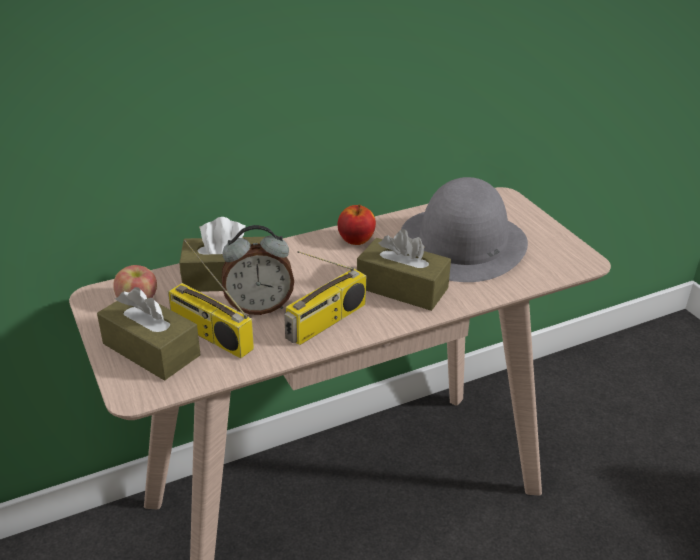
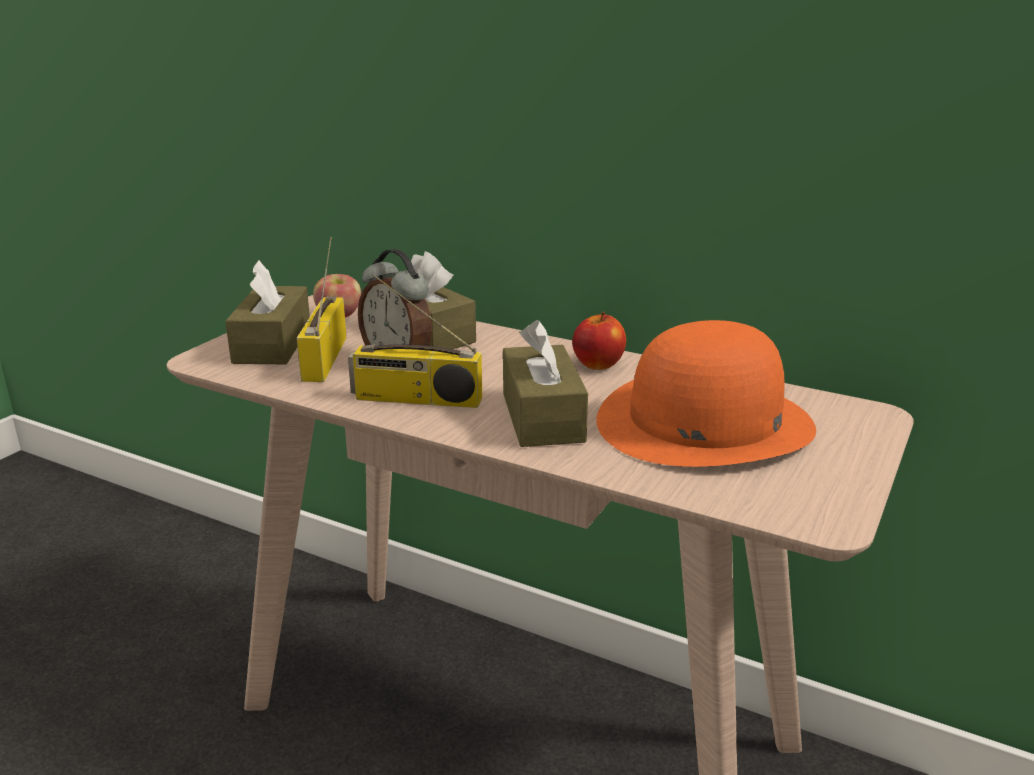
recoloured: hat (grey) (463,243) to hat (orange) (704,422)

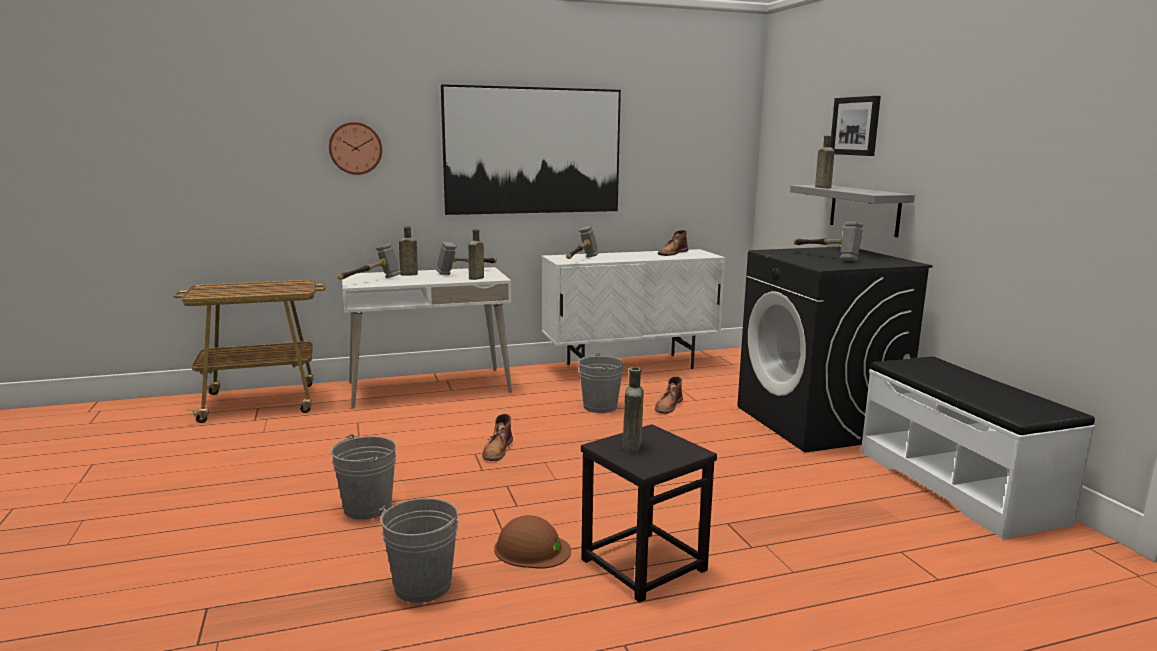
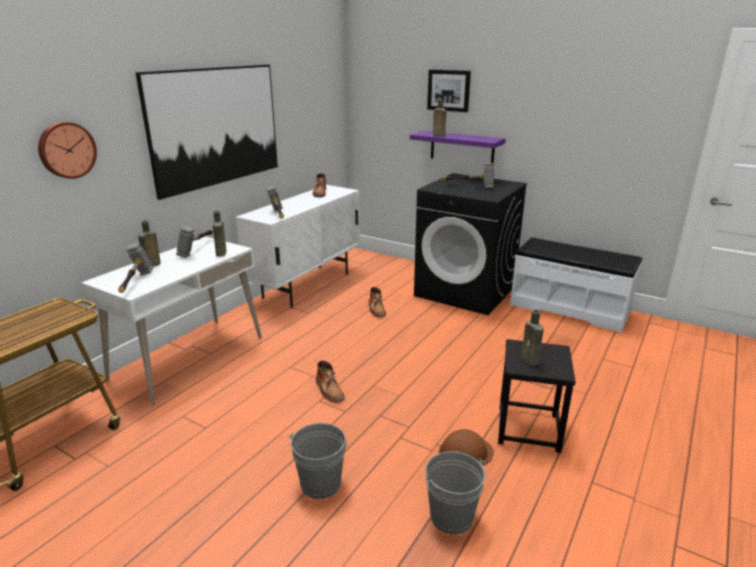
removed: bucket (grey) (600,406)
recoloured: shelf (grey) (864,210) to shelf (purple) (462,148)

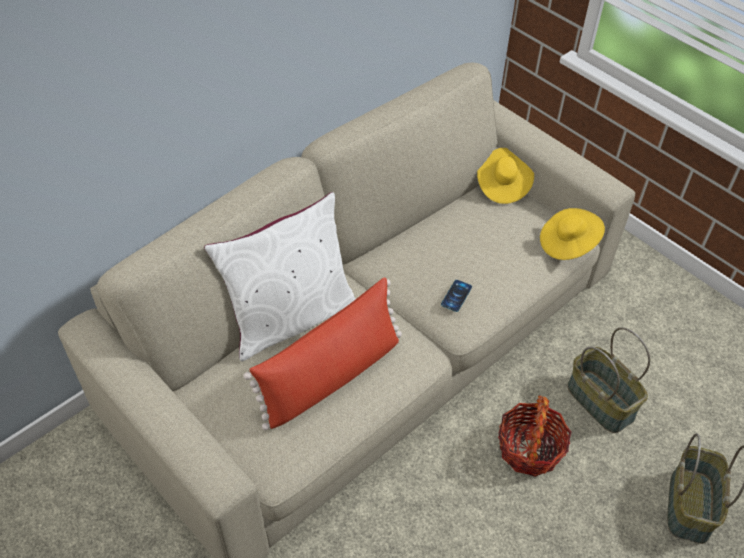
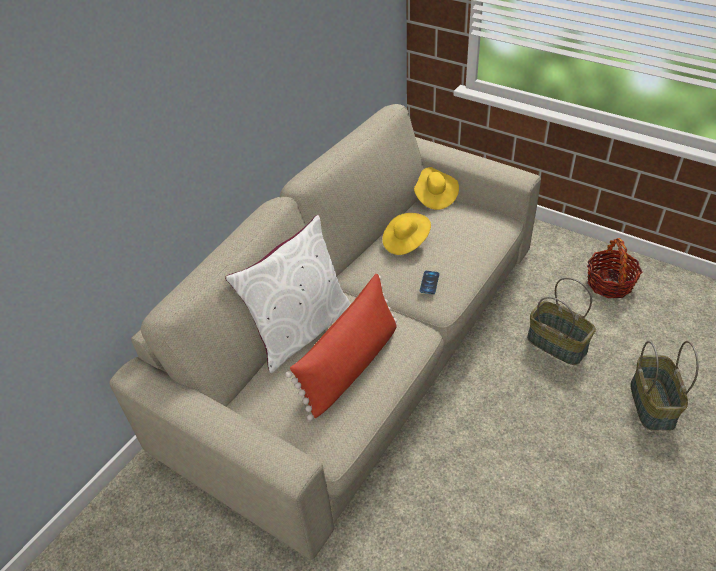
moved: basket (529,449) to (609,283); hat (yellow) (568,244) to (405,242)

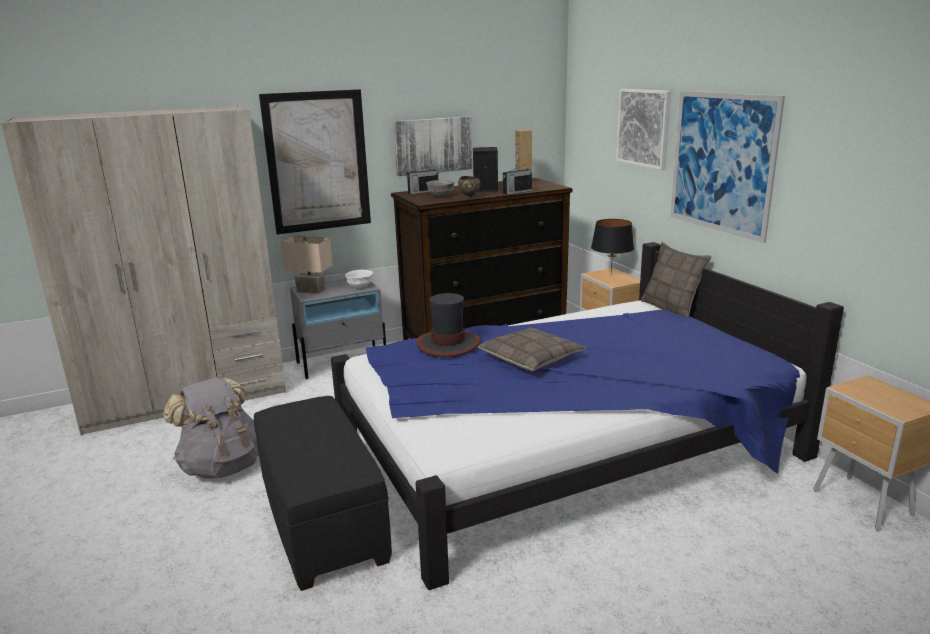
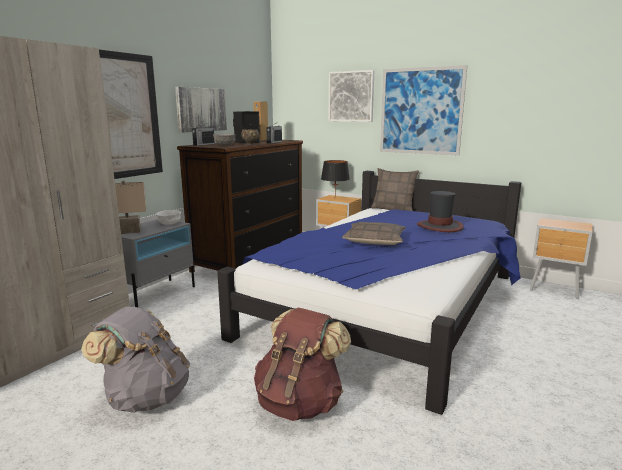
moved: hat (448,344) to (440,226)
replaced: ottoman (black) (323,521) to backpack (brown) (300,403)

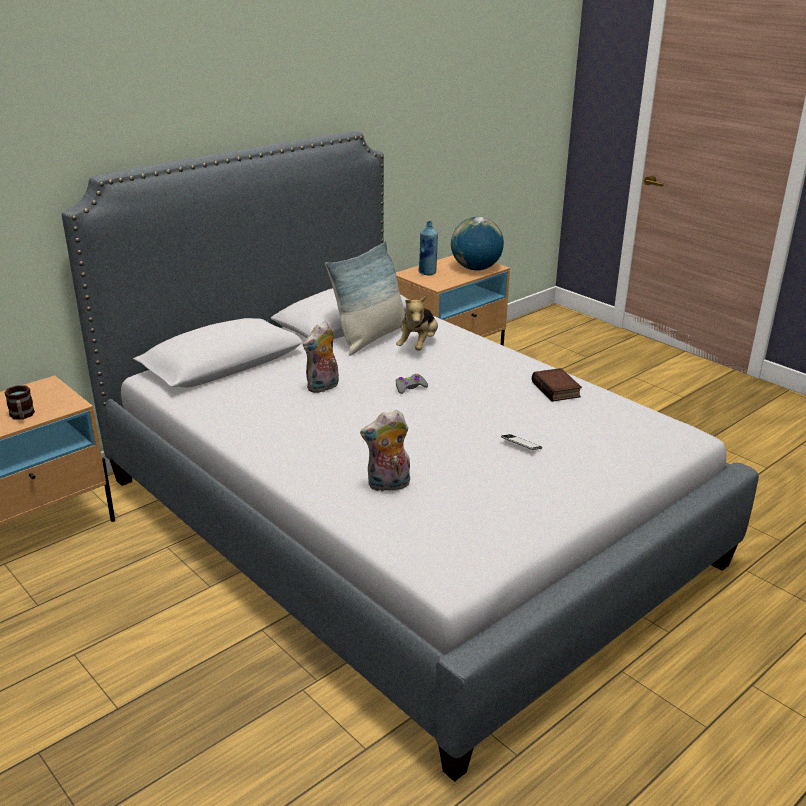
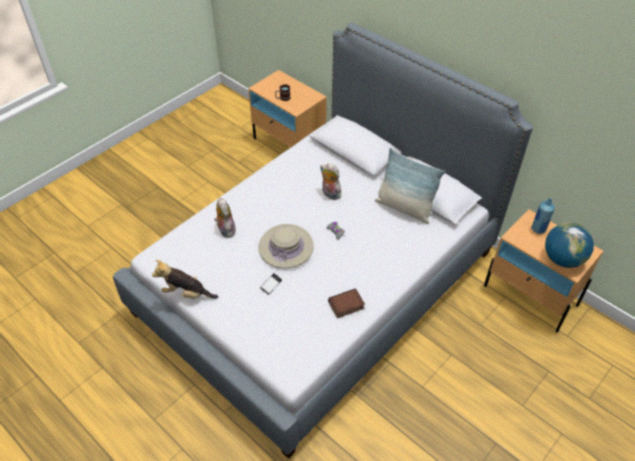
added: hat (beige) (286,247)
moved: plush toy (418,345) to (186,293)

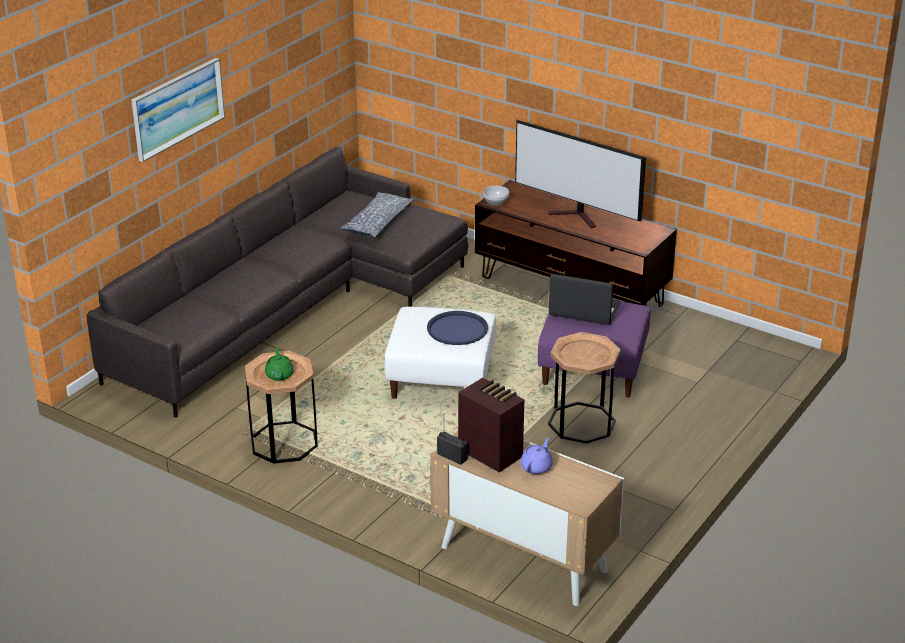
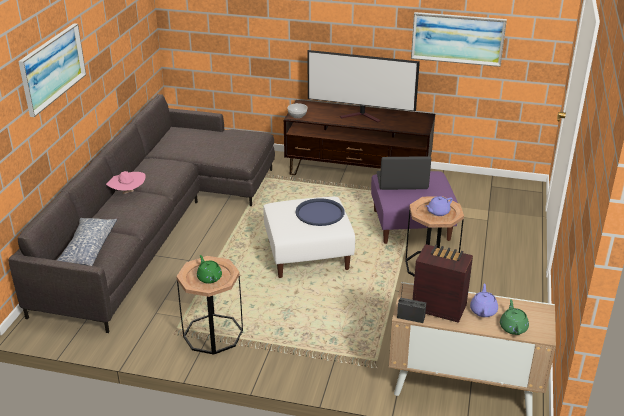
added: hat (pink) (127,193); picture (457,38); teapot (purple) (438,212); teapot (green) (513,327)
moved: pillow (377,222) to (87,249)

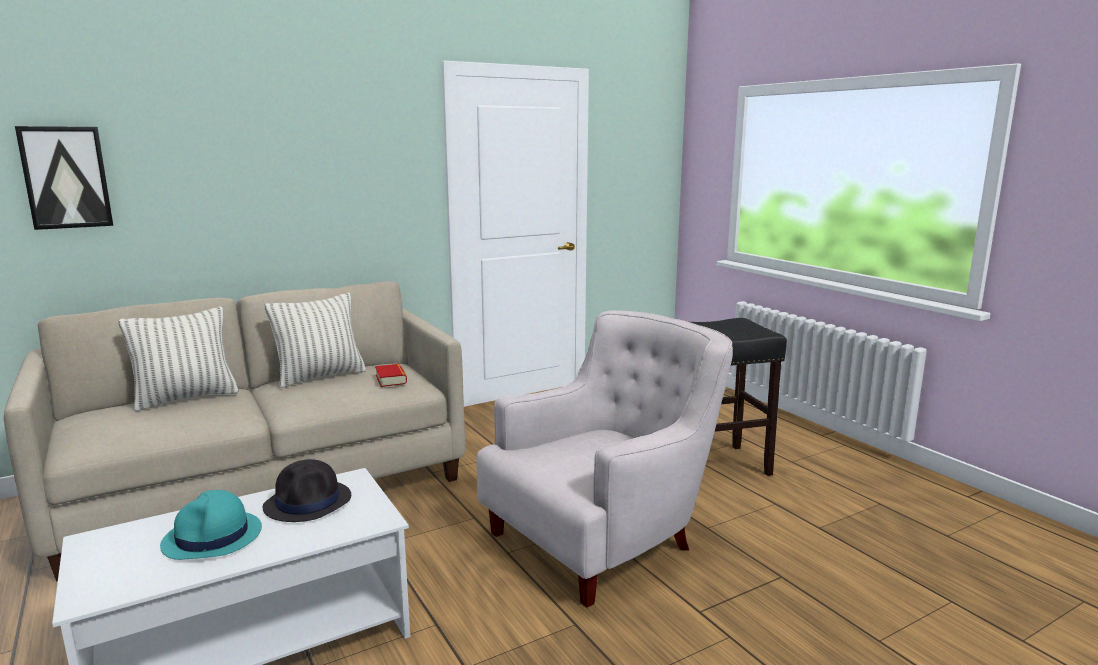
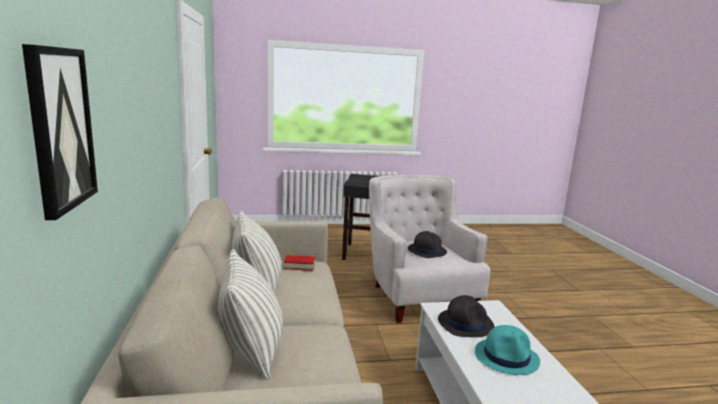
added: hat (black) (426,250)

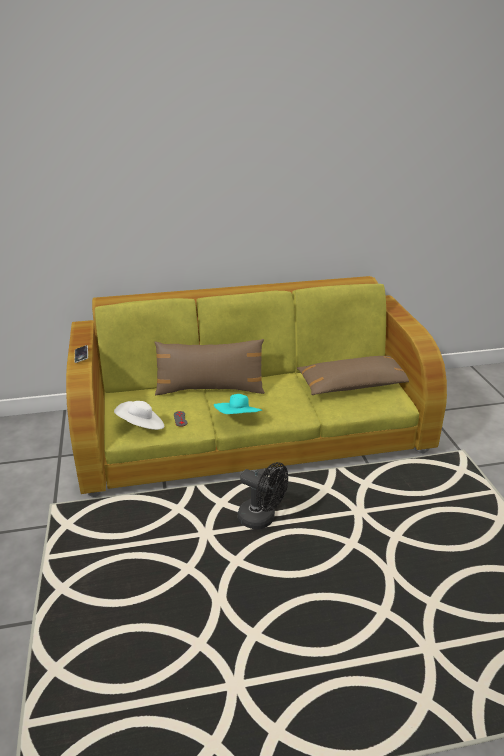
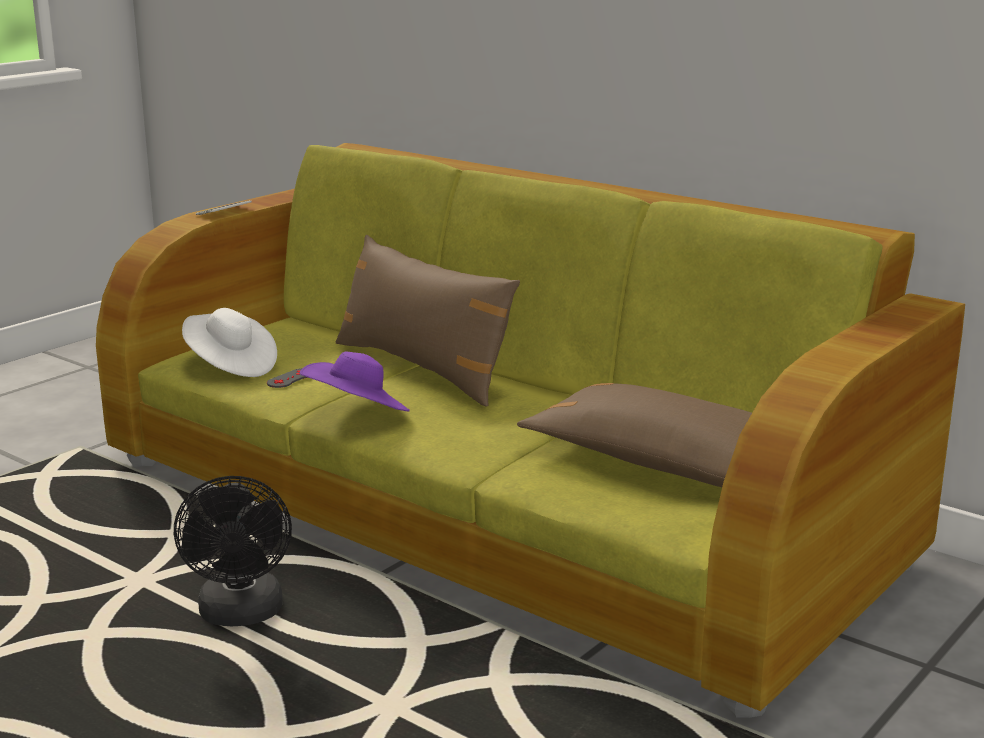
recoloured: hat (turquoise) (238,419) to hat (purple) (357,413)

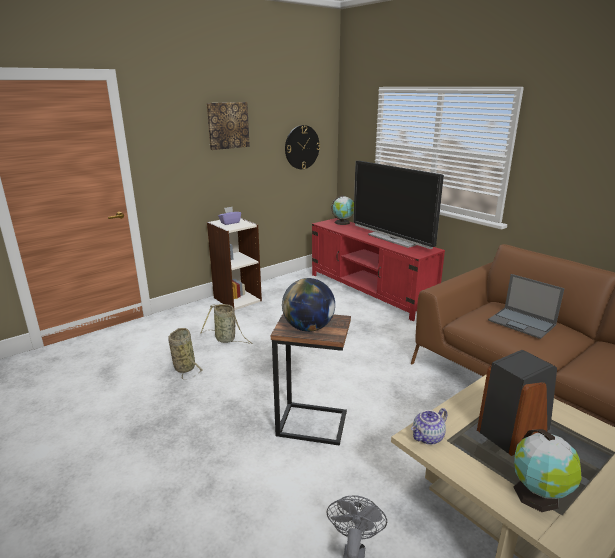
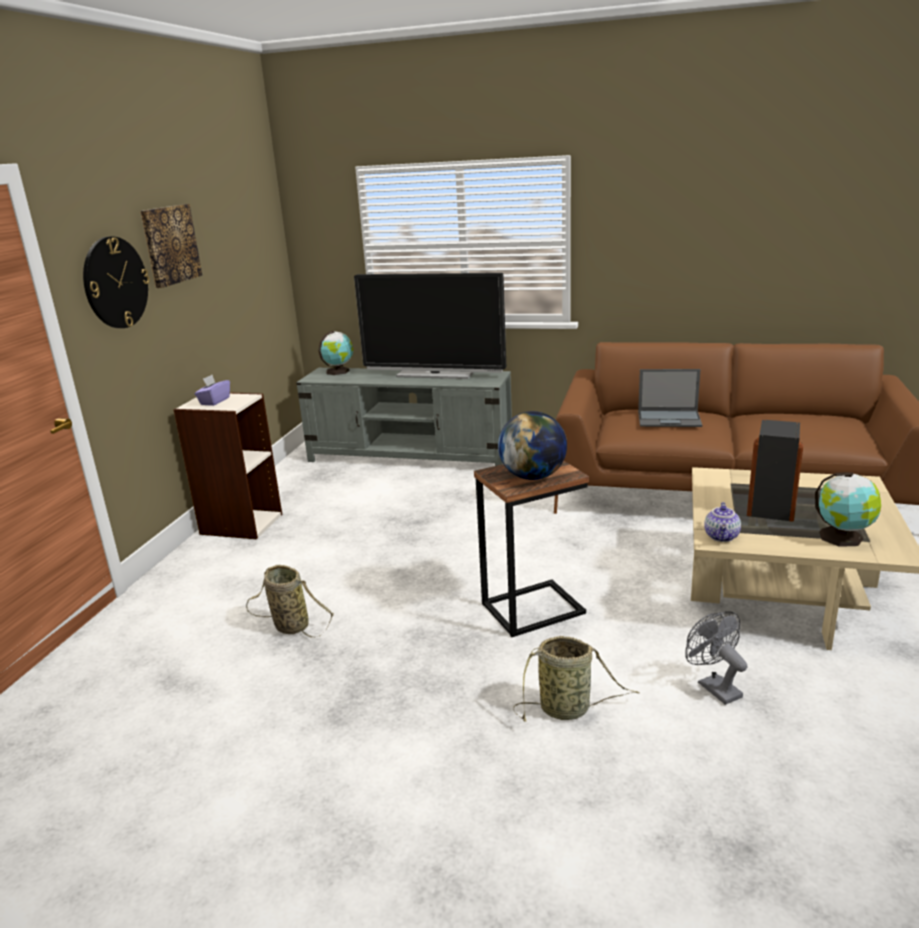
moved: basket (227,339) to (568,709); wall clock (302,147) to (115,283)
recoloured: tv stand (red) (370,291) to tv stand (grey) (410,457)

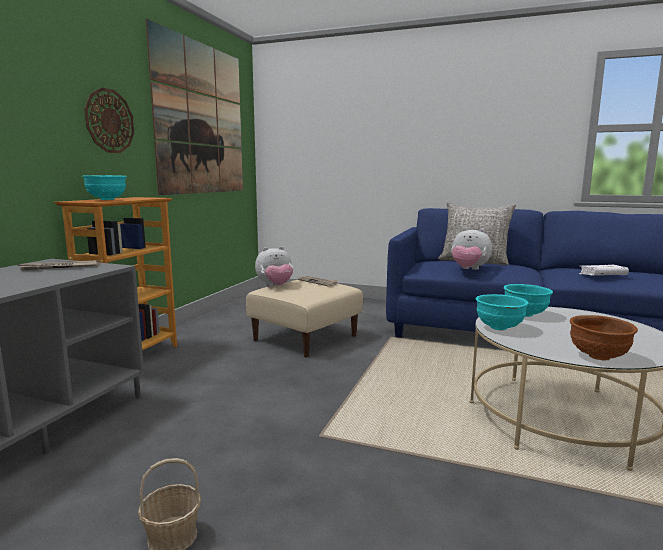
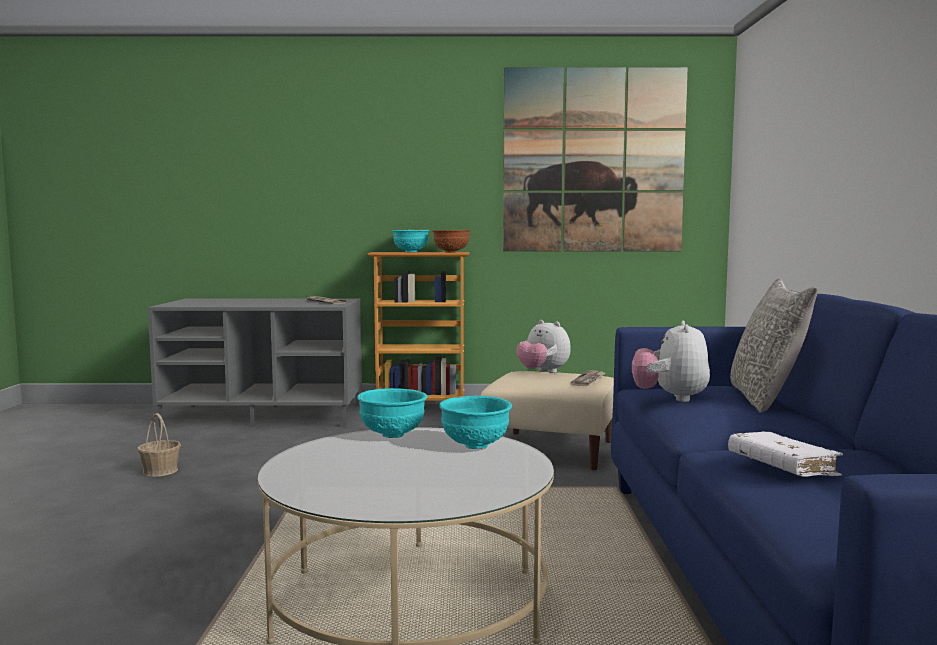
removed: wall clock (109,121)
moved: bowl (brown) (598,357) to (450,252)

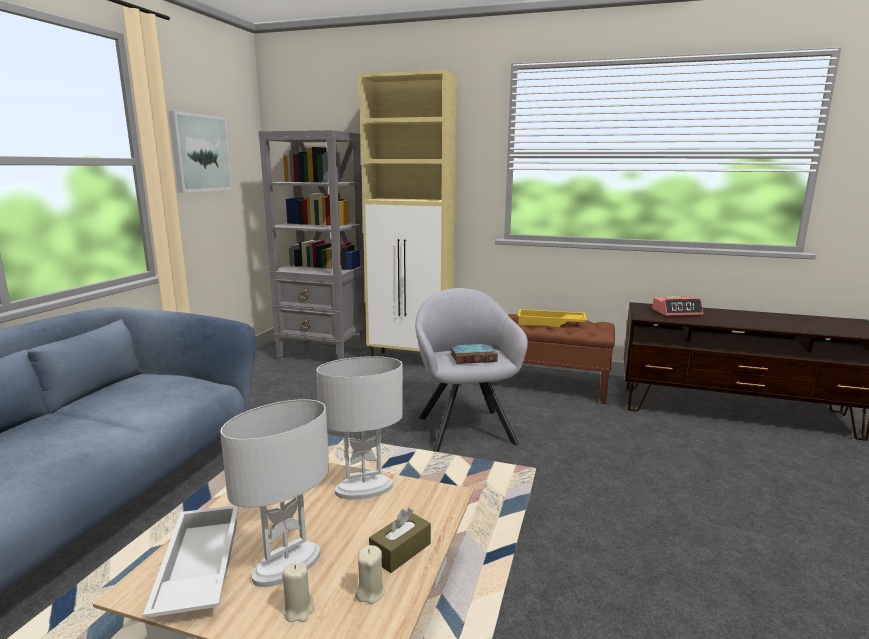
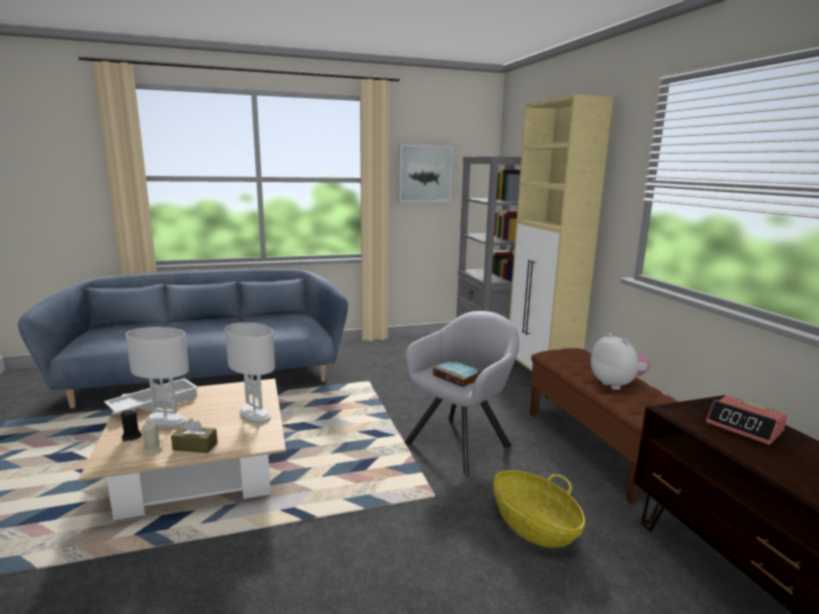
added: basket (533,526)
replaced: tray (yellow) (550,323) to plush toy (616,384)
recoloured: candle (beige) (298,610) to candle (black) (131,437)

